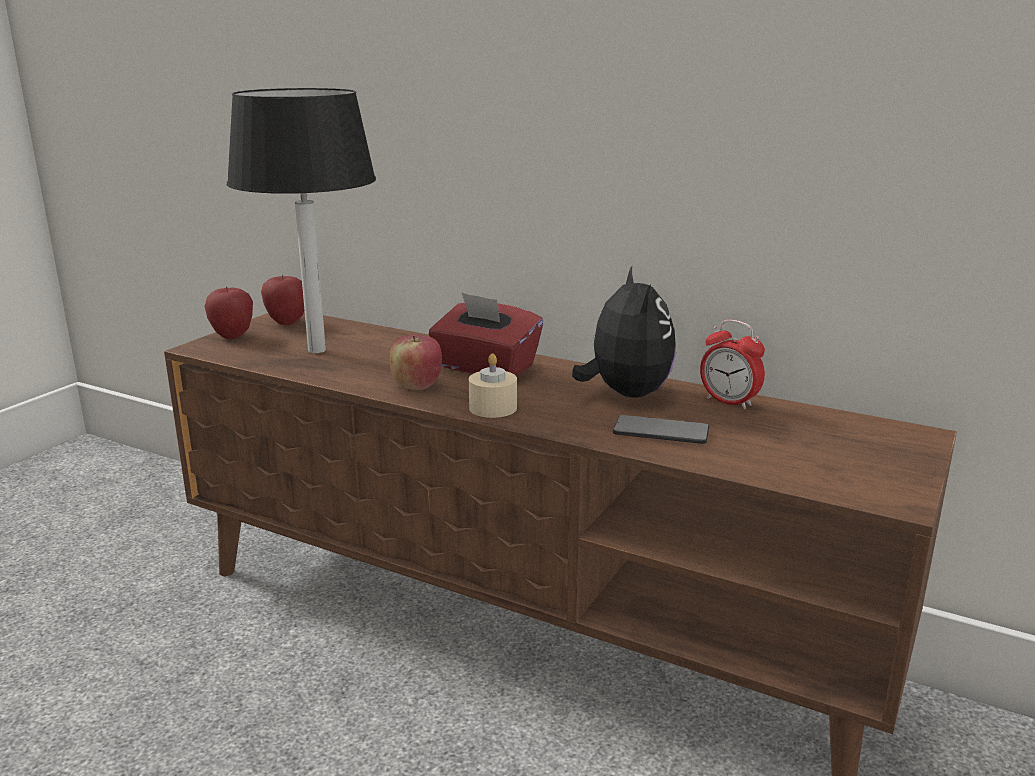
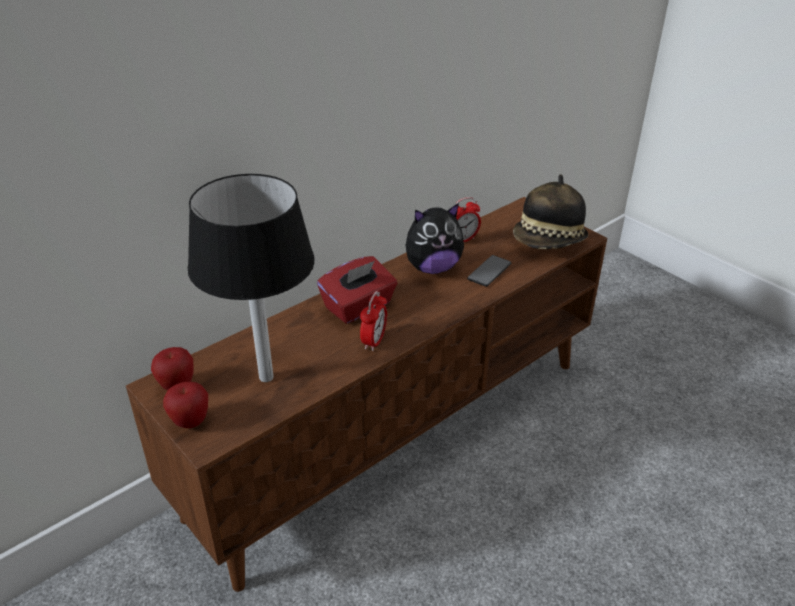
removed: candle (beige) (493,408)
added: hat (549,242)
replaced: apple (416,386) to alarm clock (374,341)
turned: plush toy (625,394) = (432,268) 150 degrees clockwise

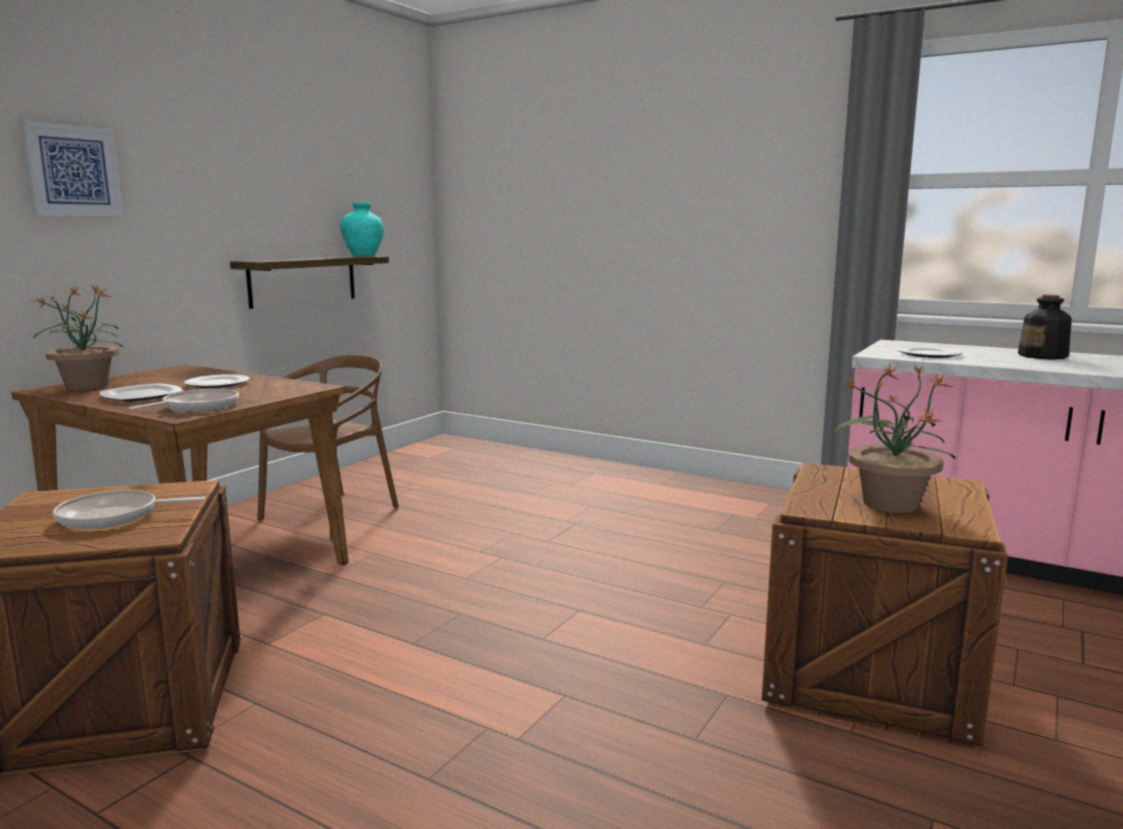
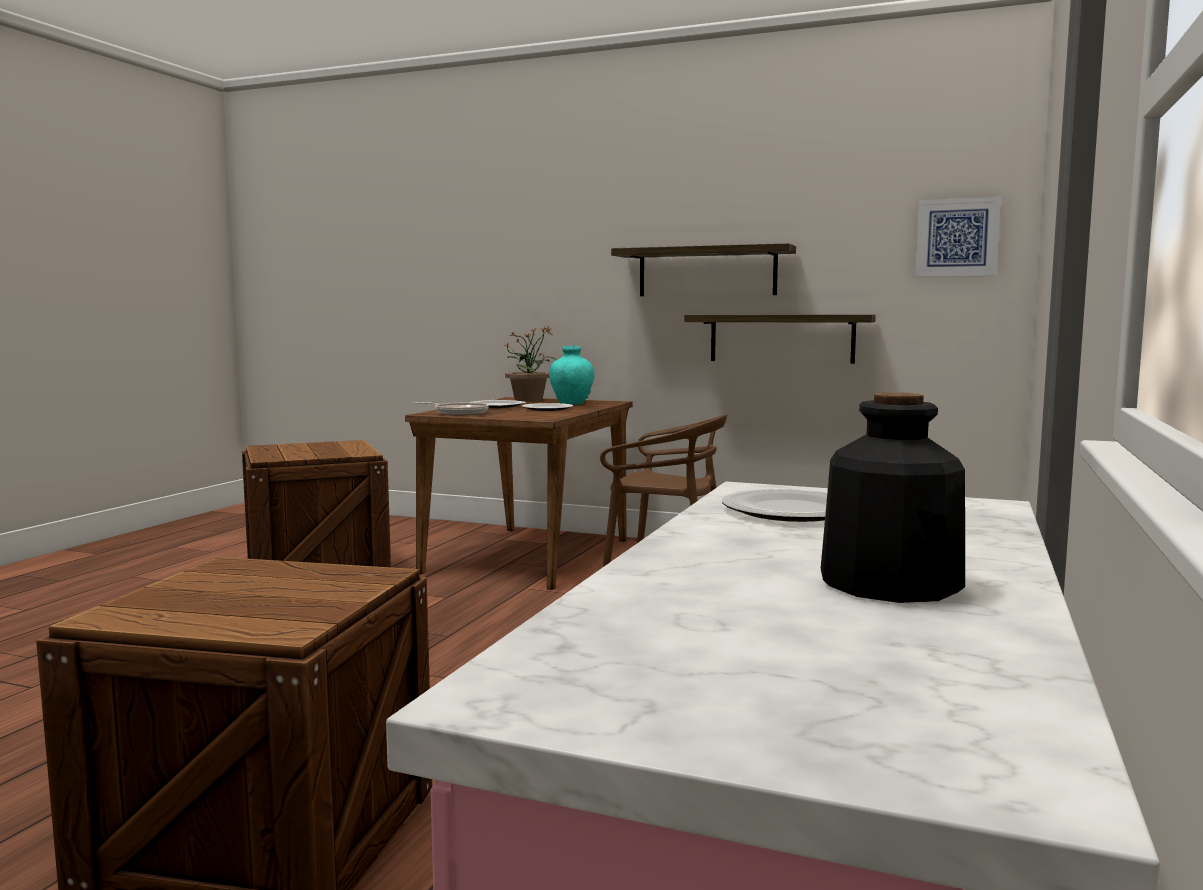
removed: frying pan (114,517); potted plant (889,503)
added: shelf (707,272)
moved: picture (72,171) to (957,238); vase (turquoise) (363,256) to (571,403)

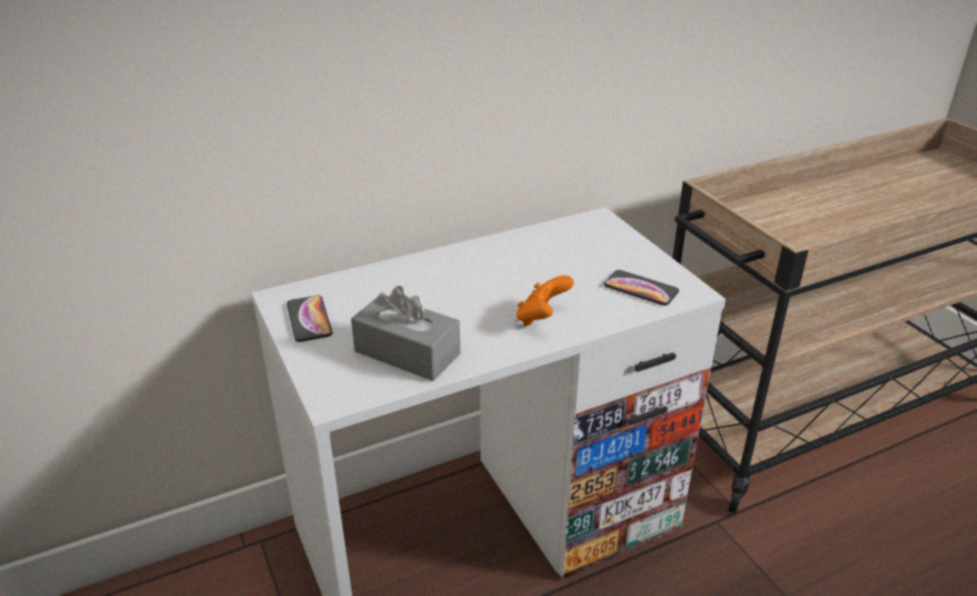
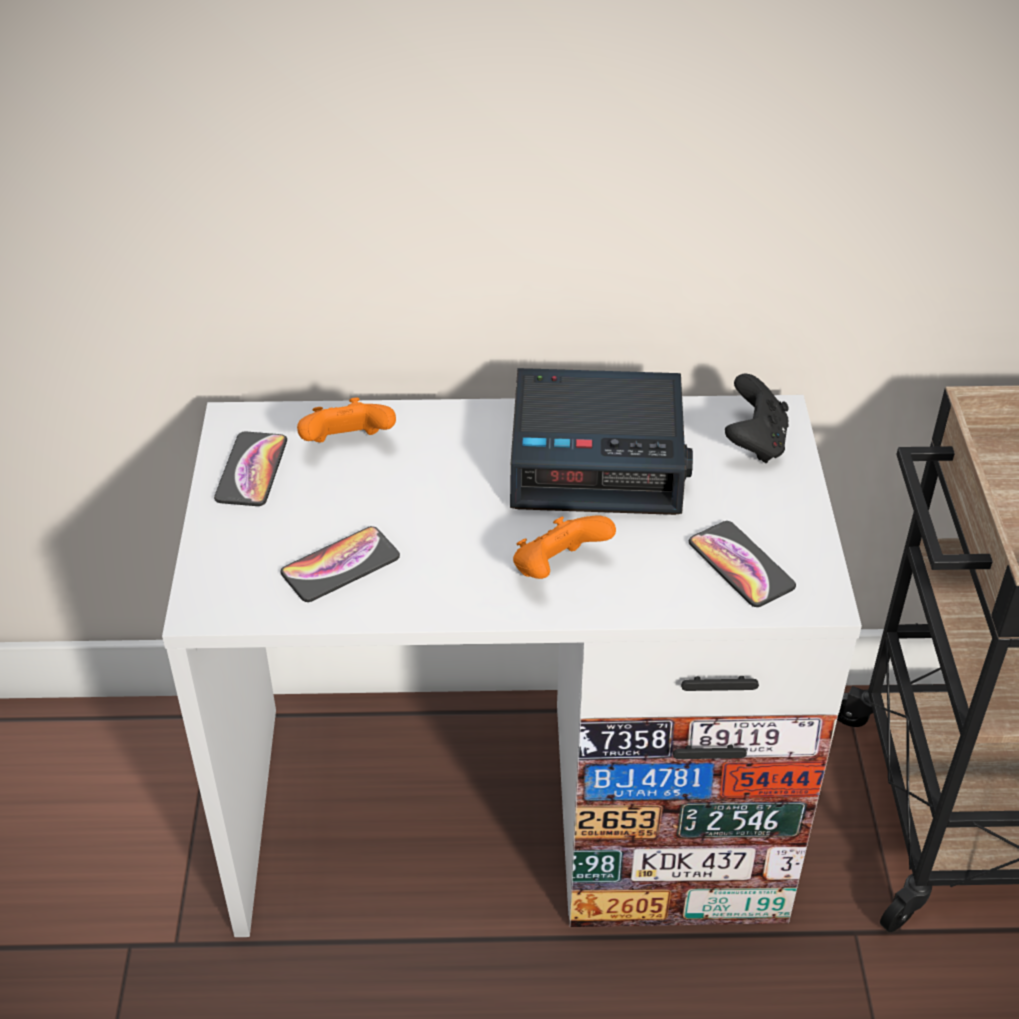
added: game controller (orange) (347,445); alarm clock (598,457); game controller (black) (755,443)
replaced: tissue box (grey) (407,353) to phone (340,565)

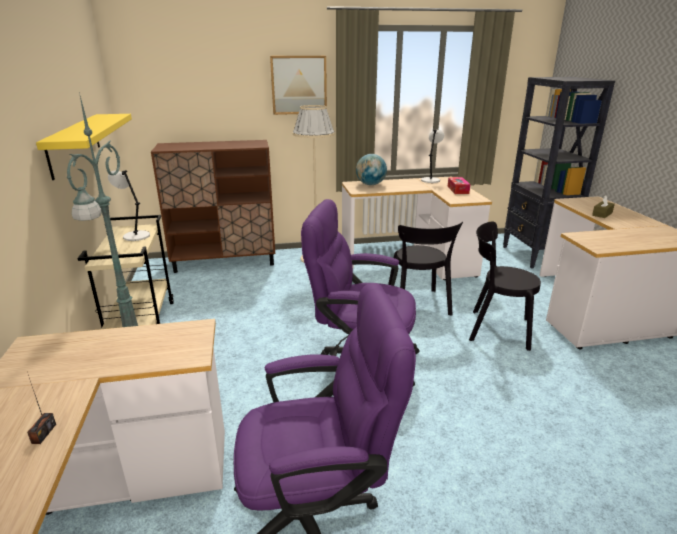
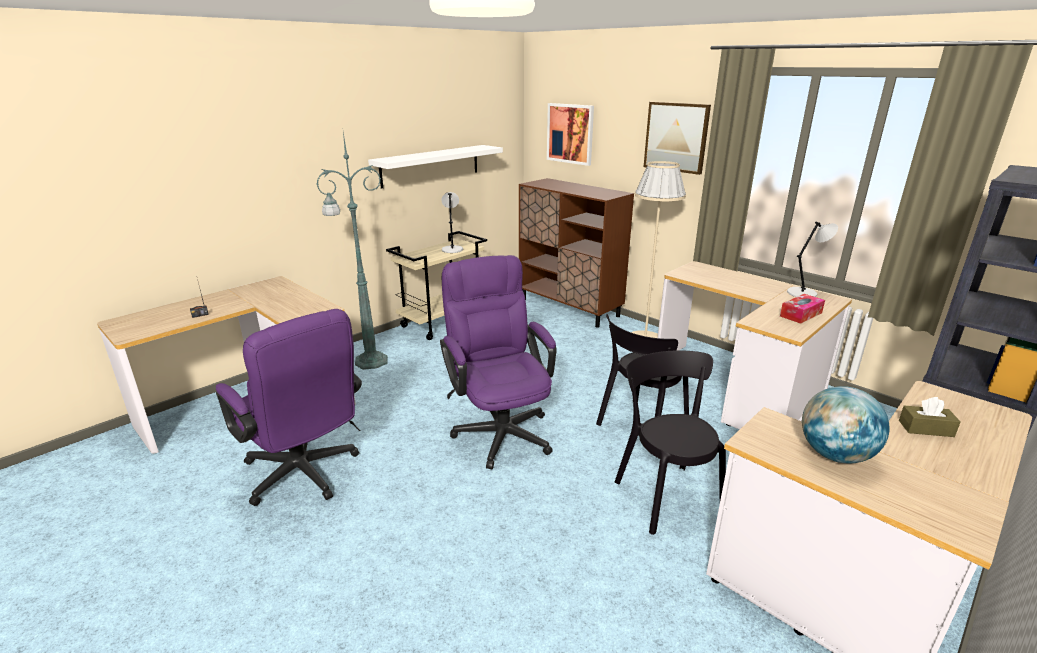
added: picture (570,133)
moved: globe (370,184) to (834,455)
recoloured: shelf (yellow) (74,143) to shelf (white) (431,165)

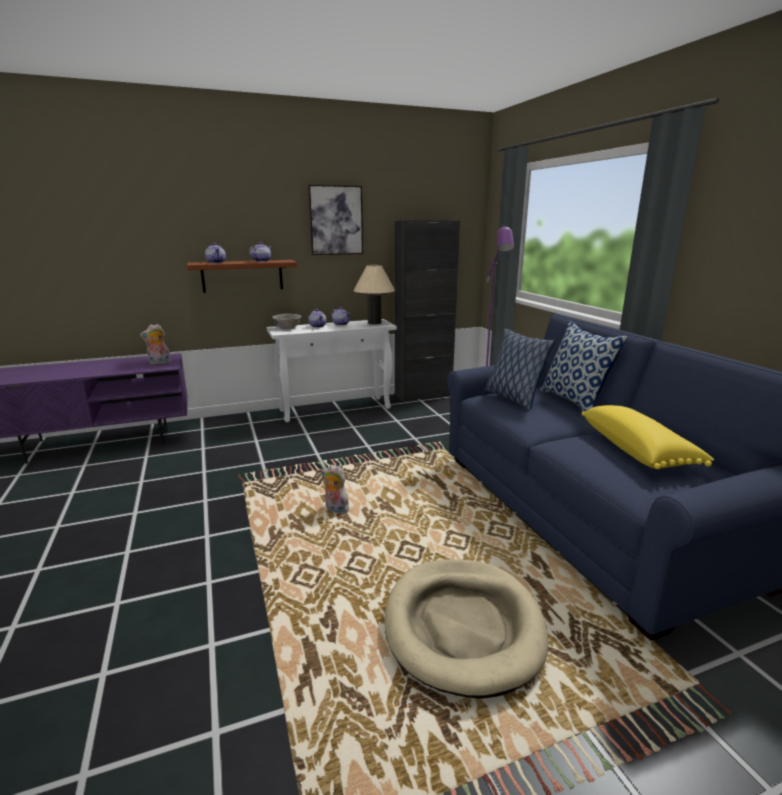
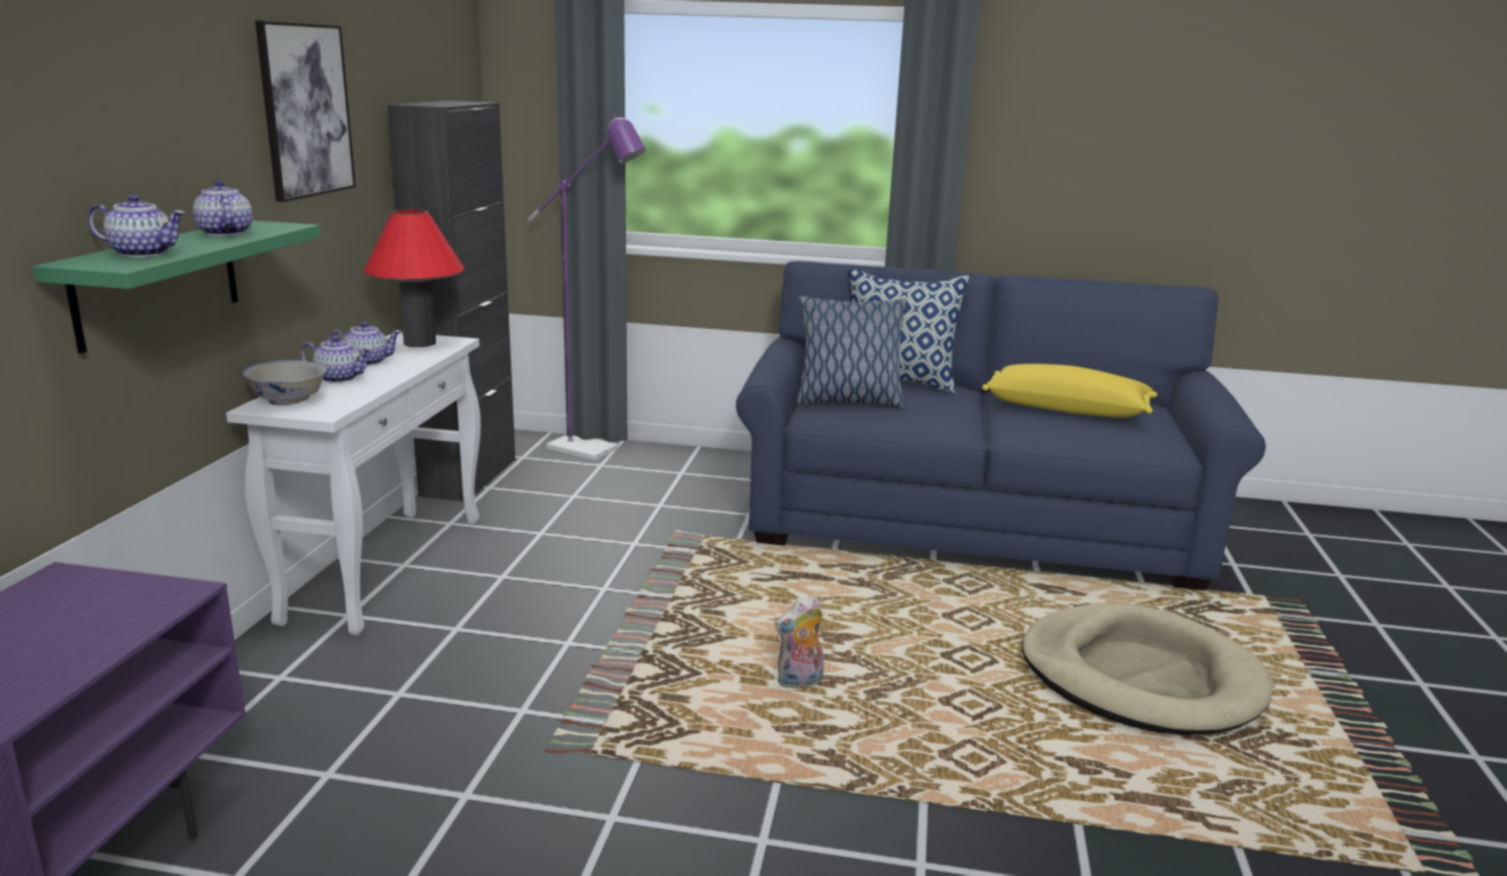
removed: plush toy (159,363)
recoloured: shelf (brown) (242,276) to shelf (green) (158,282); table lamp (beige) (374,323) to table lamp (red) (419,343)

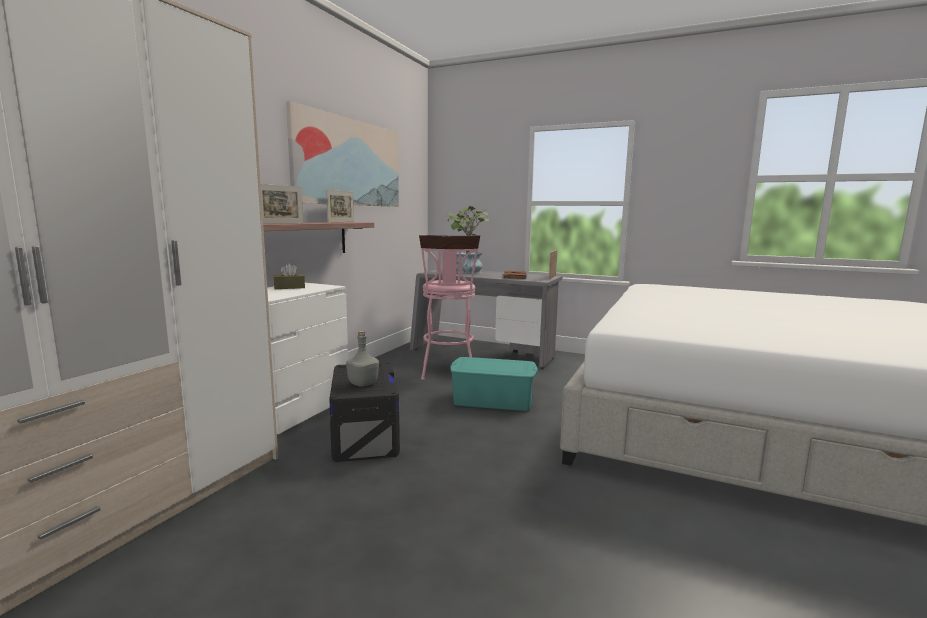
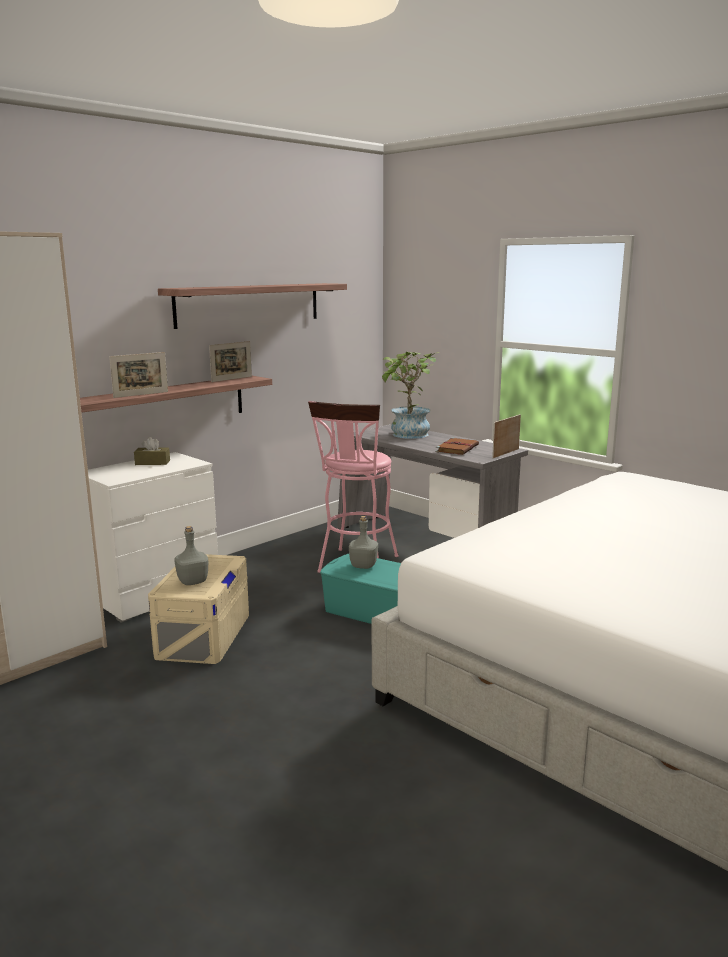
added: bottle (grey) (363,566)
replaced: picture (350,162) to shelf (249,304)
recoloured: storage box (black) (365,435) to storage box (beige) (203,635)

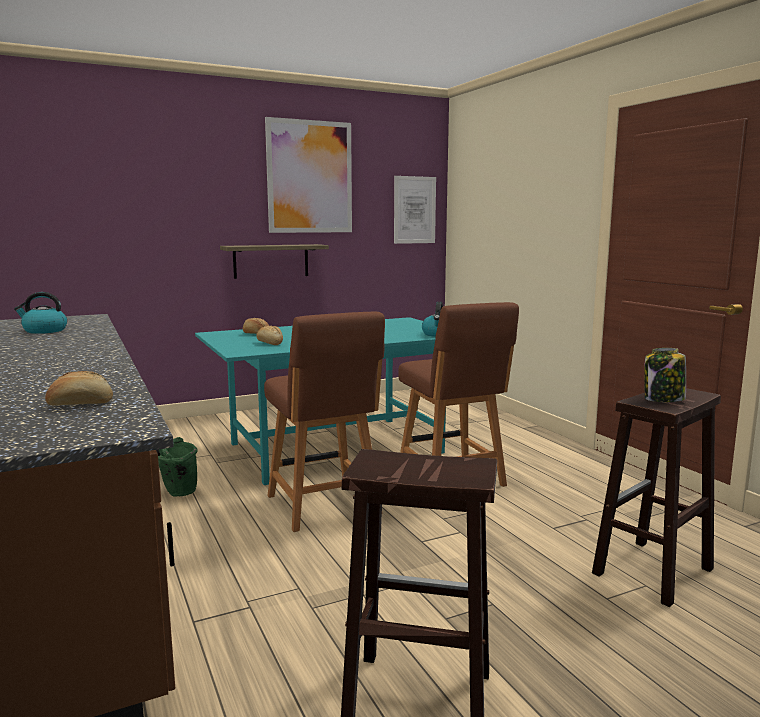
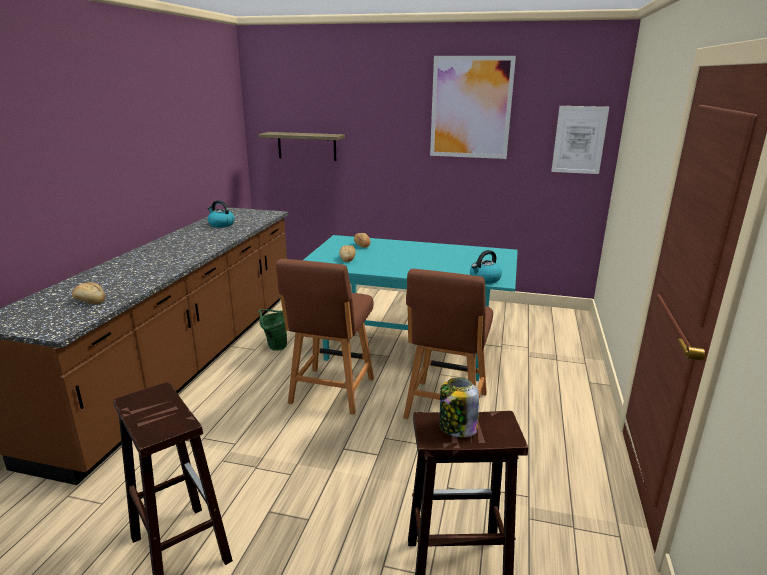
moved: shelf (271,261) to (307,146)

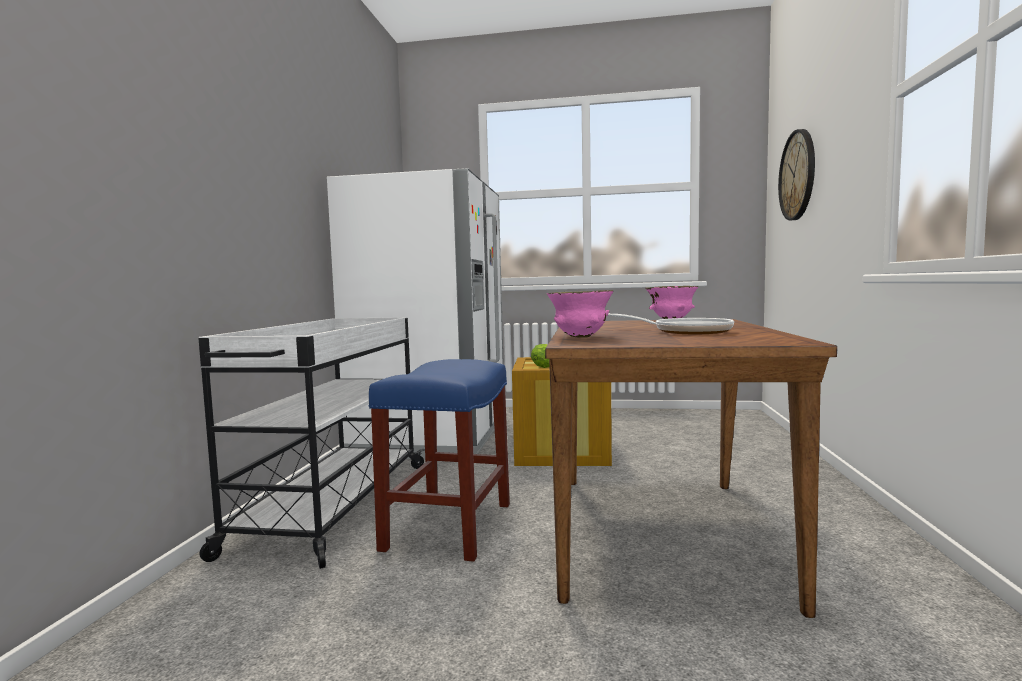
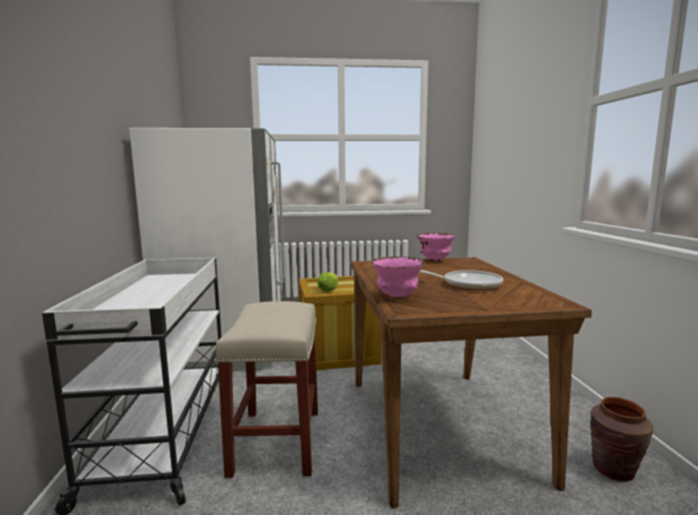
removed: wall clock (797,175)
added: vase (brown) (614,470)
recoloured: stool (blue) (449,525) to stool (beige) (276,440)

